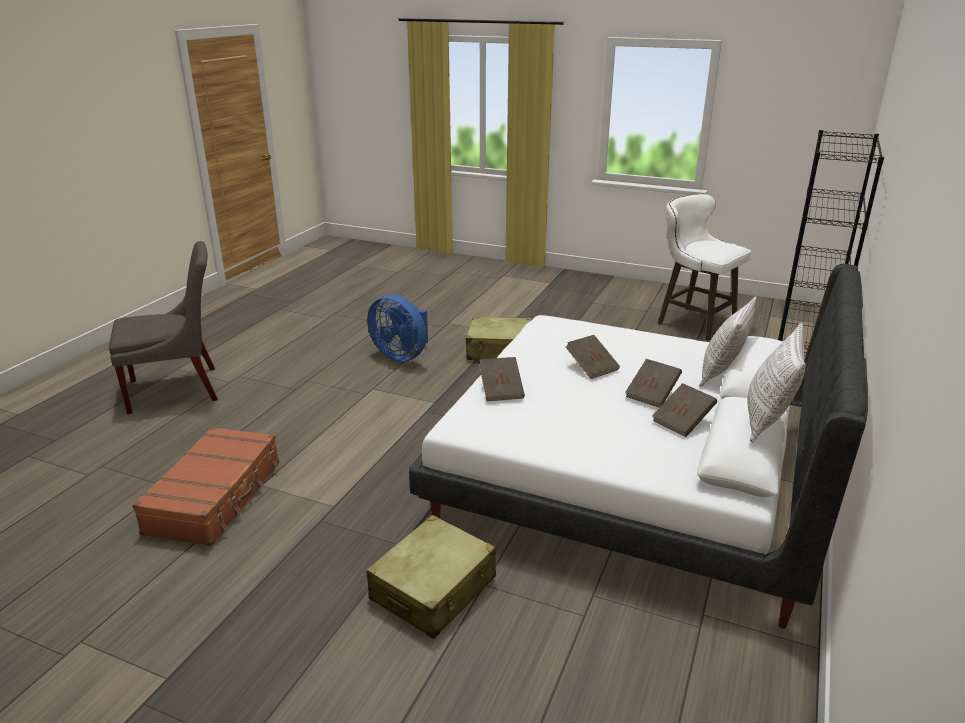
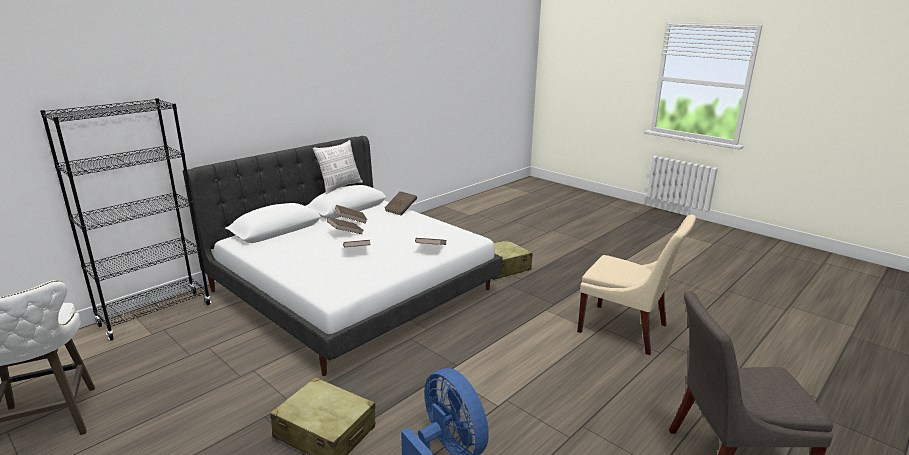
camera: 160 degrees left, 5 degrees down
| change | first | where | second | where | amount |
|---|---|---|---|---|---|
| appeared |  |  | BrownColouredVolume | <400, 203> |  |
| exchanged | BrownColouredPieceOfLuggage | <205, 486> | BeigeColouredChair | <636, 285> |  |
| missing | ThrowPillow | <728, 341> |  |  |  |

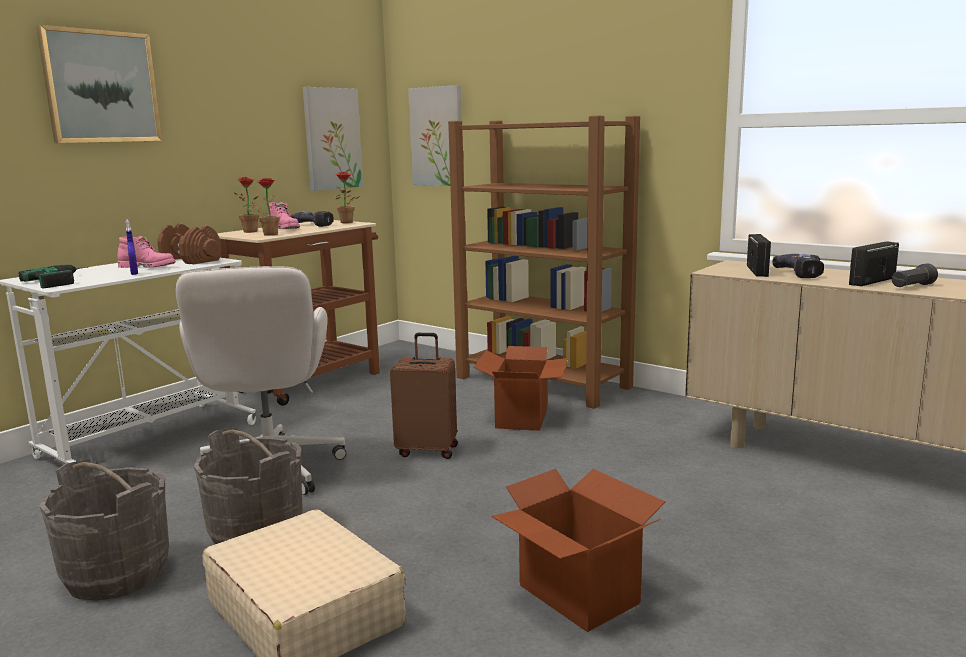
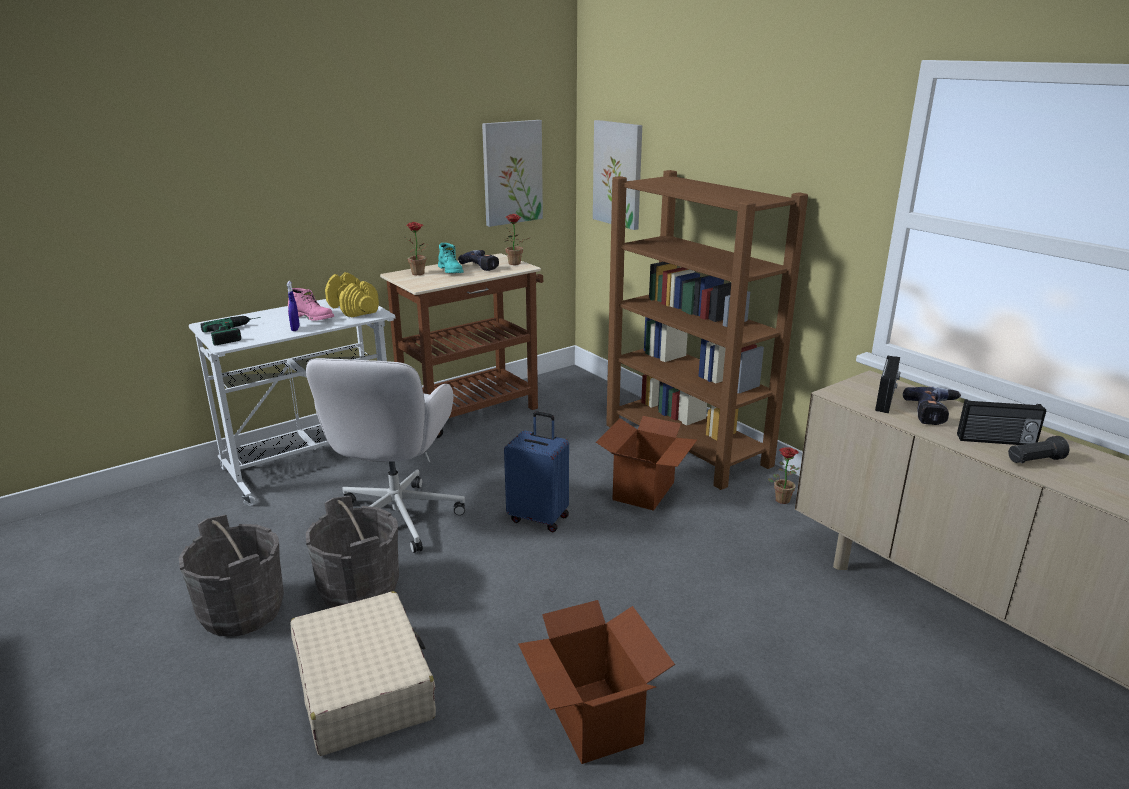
camera: 15 degrees right, 10 degrees up
| change | first | where | second | where | amount |
|---|---|---|---|---|---|
| colour | BrownColouredFreeWeight | <189, 244> | YellowColouredFreeWeight | <352, 295> |  |
| colour | PinkishTallBoot | <284, 215> | TurquoiseColouredTallBoot | <450, 258> |  |
| colour | BrownColouredPieceOfLuggage | <424, 396> | BlueColouredPieceOfLuggage | <536, 471> |  |
| relocated | Houseplant | <264, 207> |  | <784, 475> |  |
| spun | RadioReceiver | <874, 263> |  | <1001, 422> | 150 degrees counterclockwise |
| missing | WallArt | <99, 84> |  |  |  |

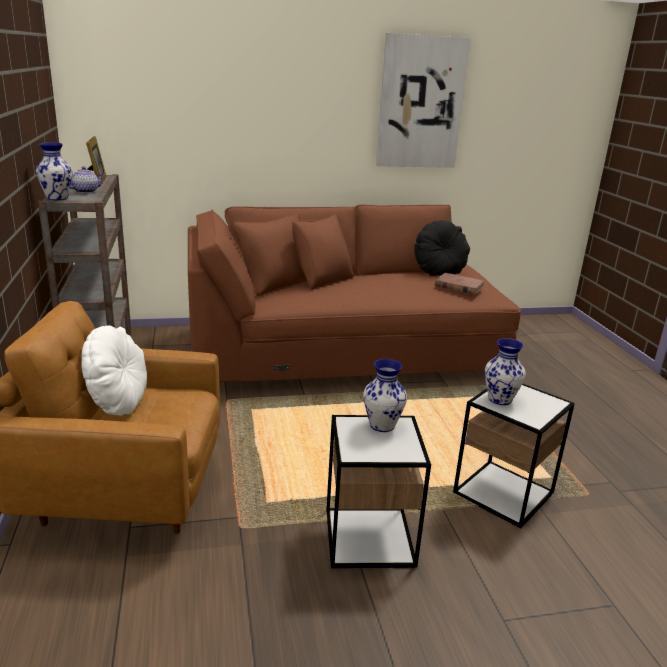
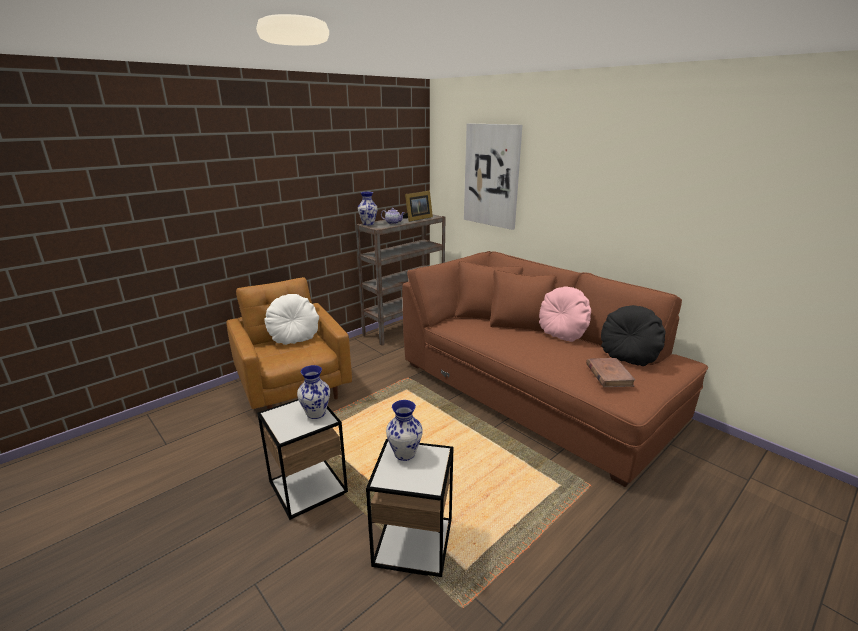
camera: 60 degrees right, 0 degrees up
| change | first | where | second | where | amount |
|---|---|---|---|---|---|
| relocated | WallArt | <423, 100> |  | <493, 176> |  |
| appeared |  |  | PinkishThrowPillow | <565, 314> |  |

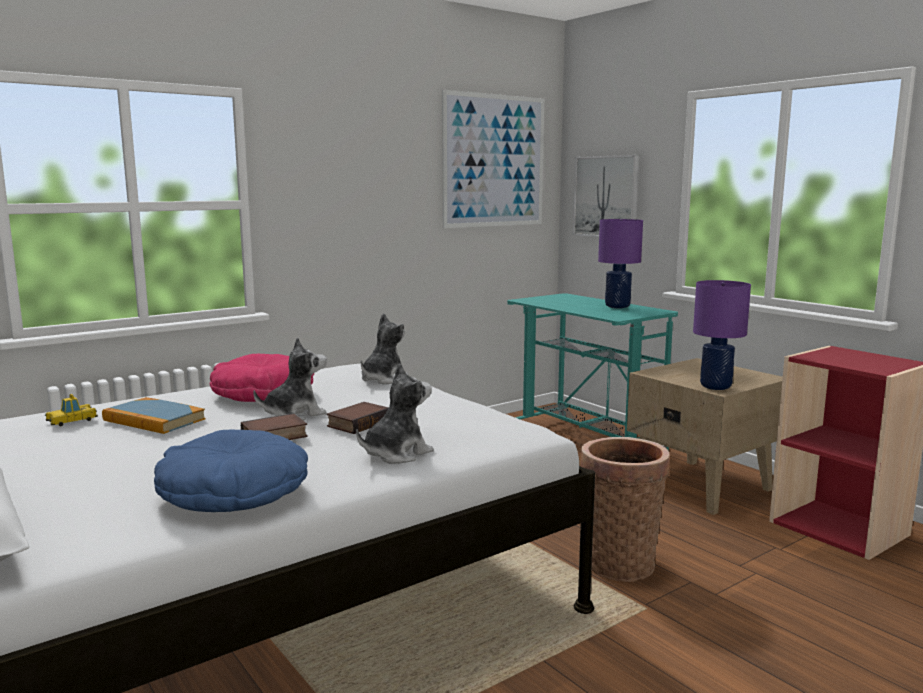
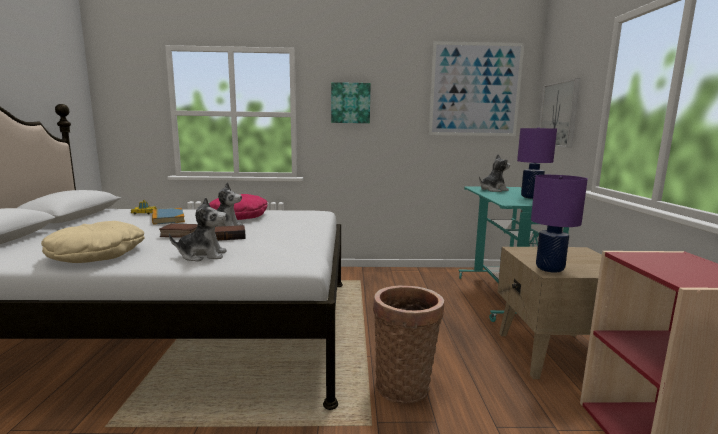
camera: 35 degrees right, 0 degrees up
| change | first | where | second | where | amount |
|---|---|---|---|---|---|
| colour | BlueColouredThrowPillow | <231, 471> | BeigeColouredThrowPillow | <93, 242> |  |
| appeared |  |  | WallArt | <351, 102> |  |
| relocated | SoftToy | <385, 348> |  | <494, 173> |  |

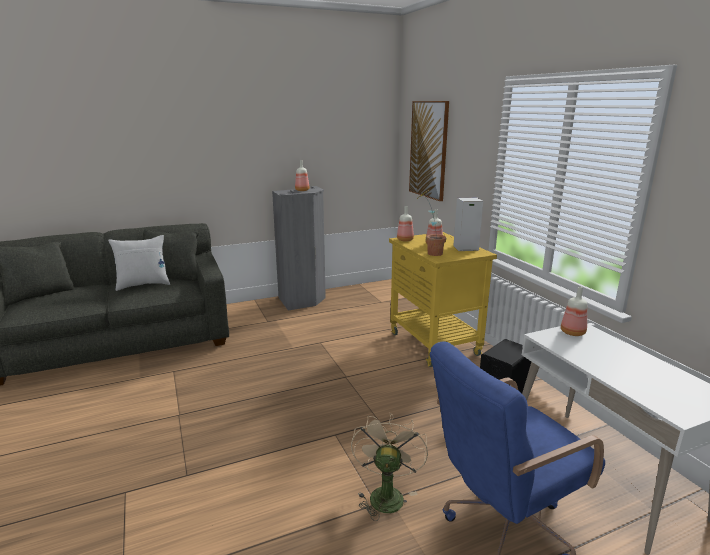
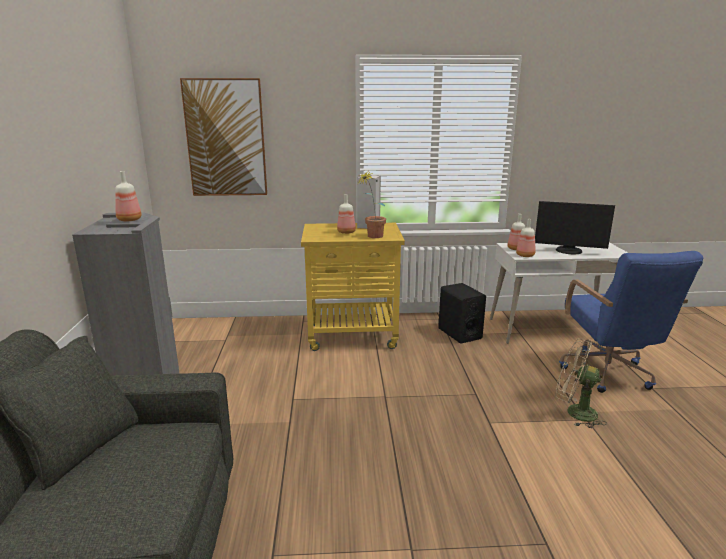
camera: 70 degrees left, 0 degrees up
| change | first | where | second | where | amount |
|---|---|---|---|---|---|
| relocated | BeverageBottle | <405, 224> |  | <525, 238> |  |
| appeared |  |  | Monitor | <575, 227> |  |
| missing | GreyThrowPillow | <139, 263> |  |  |  |

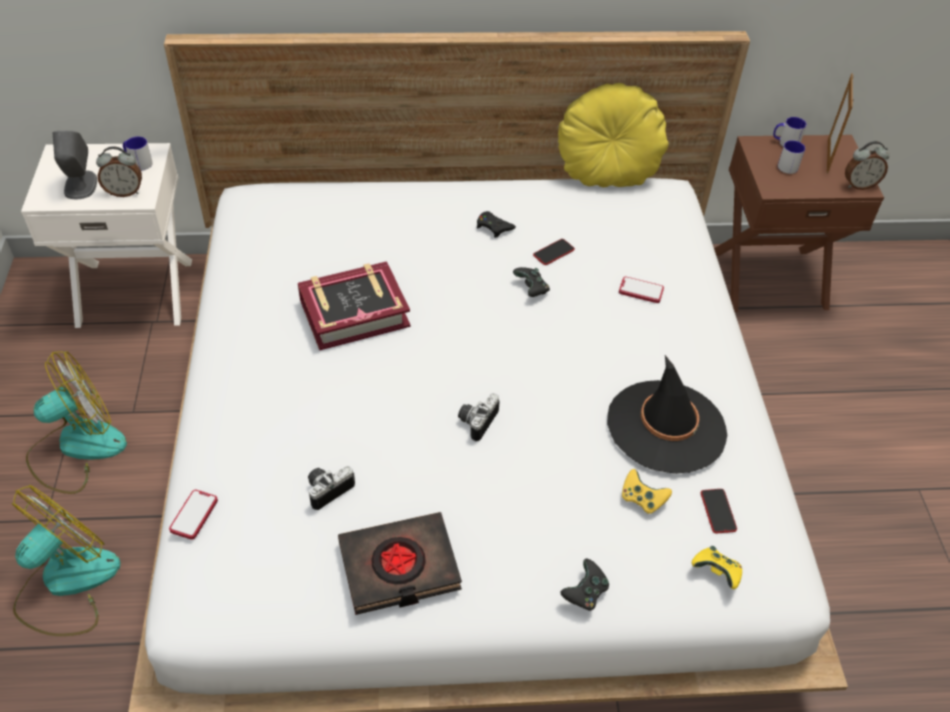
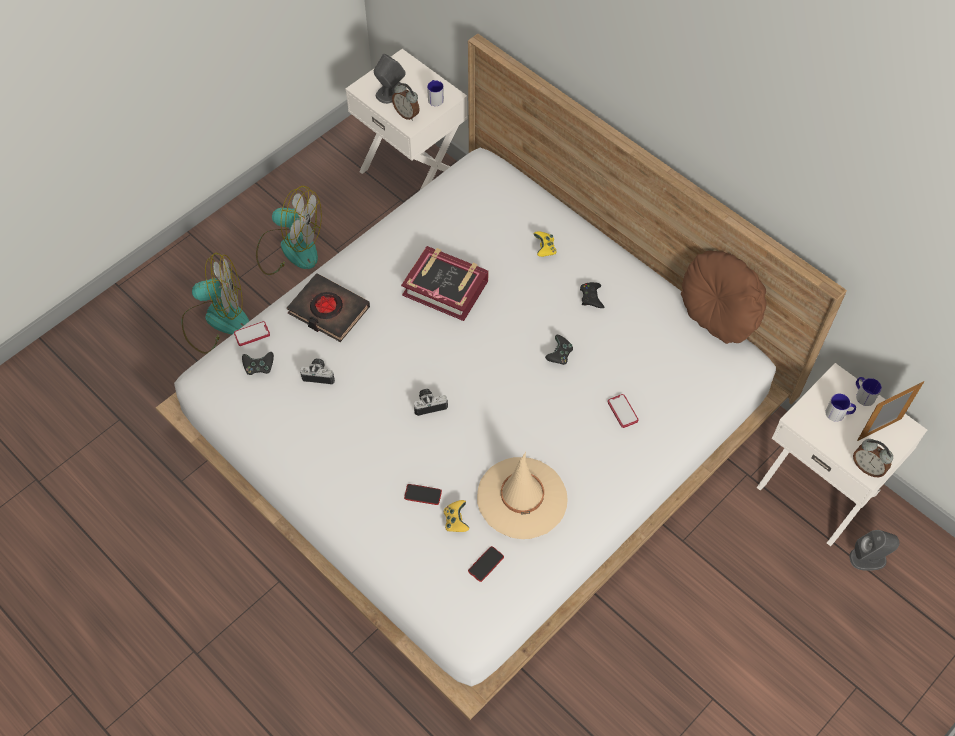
camera: 50 degrees right, 10 degrees up
| change | first | where | second | where | amount |
|---|---|---|---|---|---|
| relocated | BlackGamepad | <584, 585> |  | <258, 363> |  |
| relocated | BlackVolume | <400, 563> |  | <328, 307> |  |
| relocated | Phone | <554, 252> |  | <423, 494> |  |
| colour | BlackWearableHat | <667, 414> | BeigeColouredWearableHat | <522, 495> |  |
| relocated | YellowColouredGamepad | <717, 567> |  | <545, 244> |  |
| colour | YellowColouredThrowPillow | <613, 135> | BrownColouredThrowPillow | <724, 297> |  |
| colour | BrownColouredNightTable | <799, 223> | WhiteColouredNightTable | <842, 454> |  |
| appeared |  |  | GreySpeaker | <874, 550> |  |

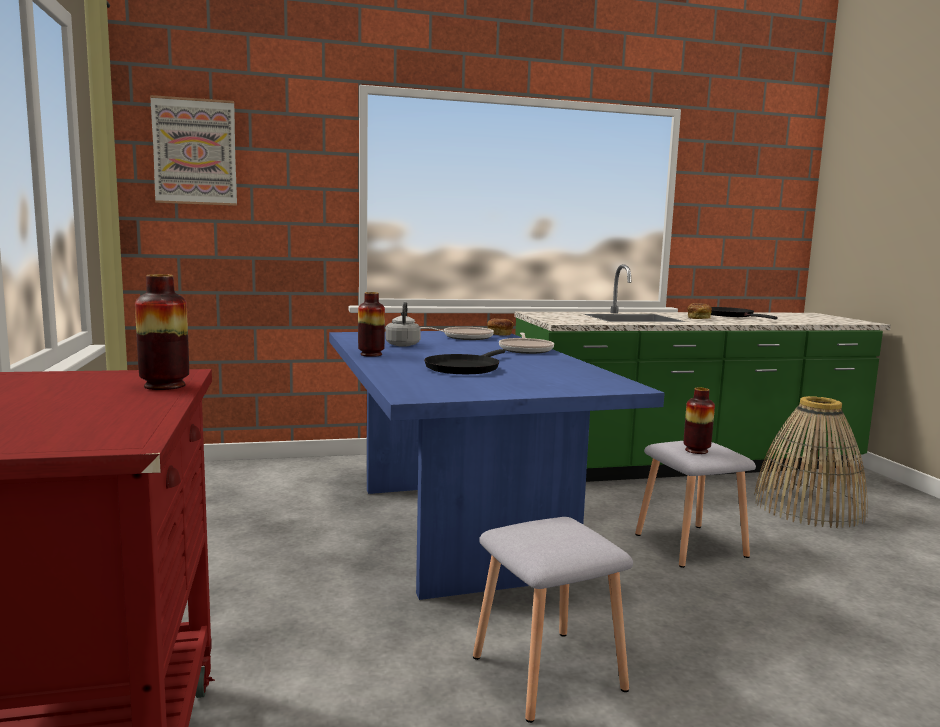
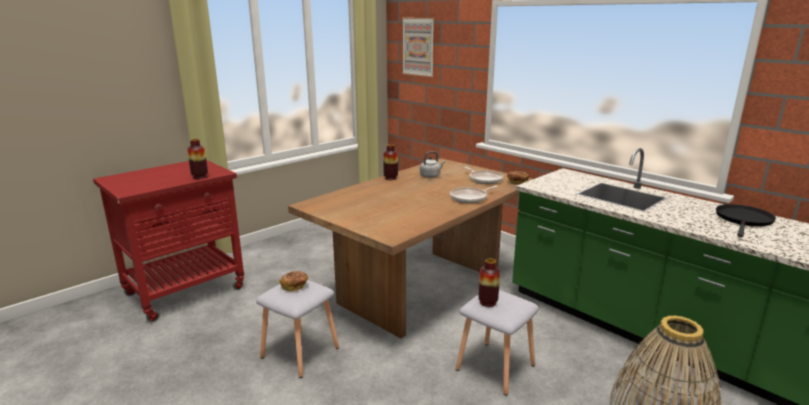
camera: 60 degrees right, 10 degrees up
| change | first | where | second | where | amount |
|---|---|---|---|---|---|
| relocated | BakedBread | <699, 311> |  | <293, 281> |  |
| colour | BlueColouredDinnerTable | <497, 465> | BrownColouredDinnerTable | <410, 248> |  |
| missing | BlackSkillet | <464, 361> |  |  |  |

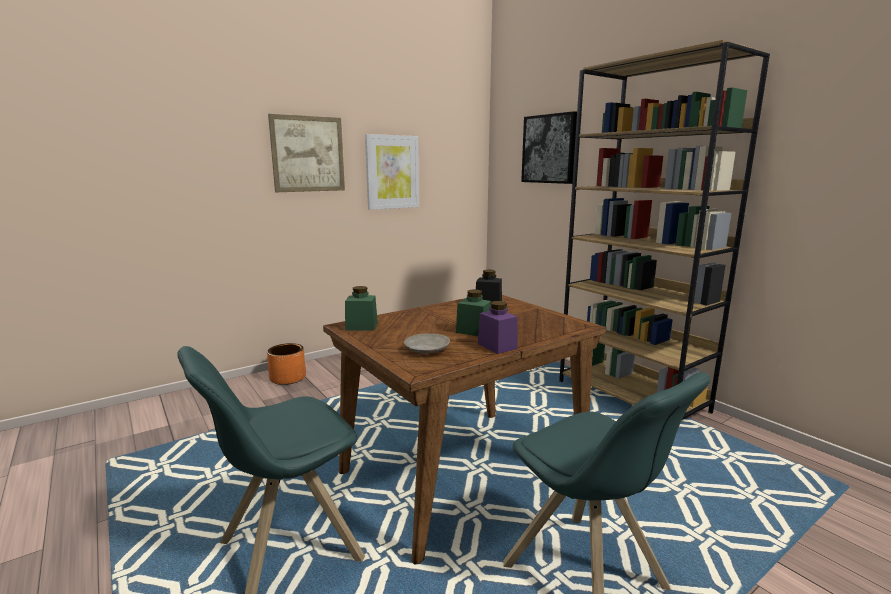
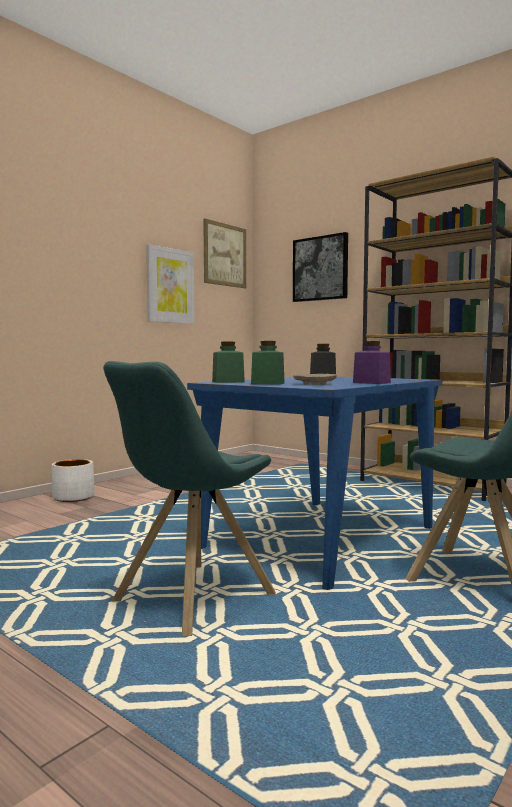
camera: 15 degrees left, 10 degrees down
| change | first | where | second | where | amount |
|---|---|---|---|---|---|
| colour | OrangePlantPot | <286, 364> | WhiteColouredPlantPot | <72, 480> |  |
| colour | BrownColouredDinnerTable | <464, 430> | BlueColouredDinnerTable | <314, 483> |  |
| relocated | WallArt | <306, 153> |  | <224, 253> |  |
| relocated | GreenJar | <473, 313> |  | <268, 363> |  |

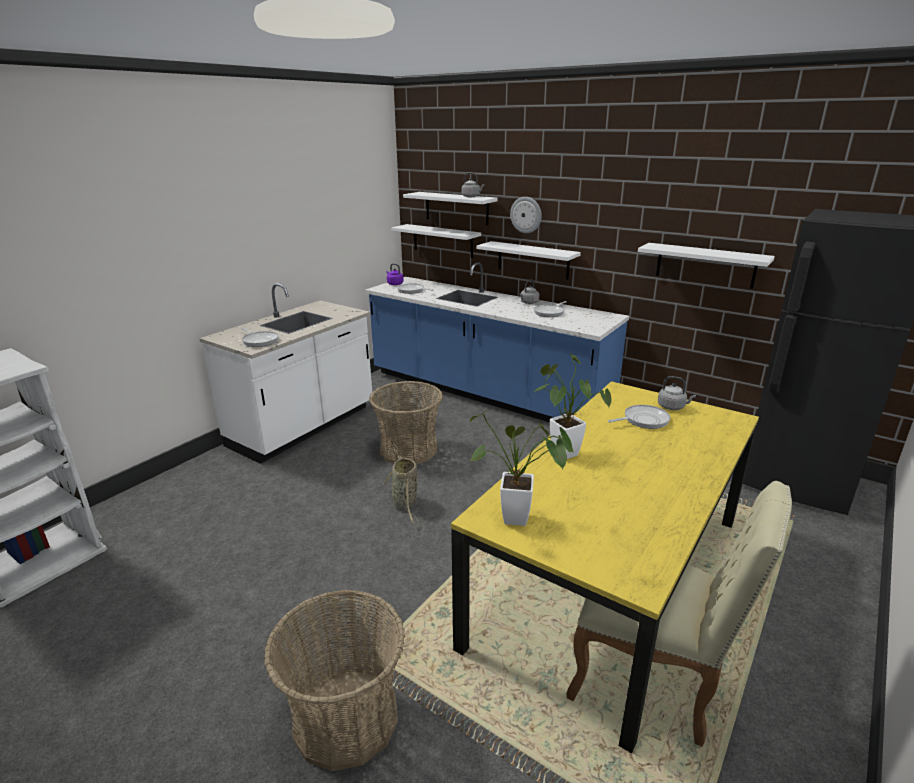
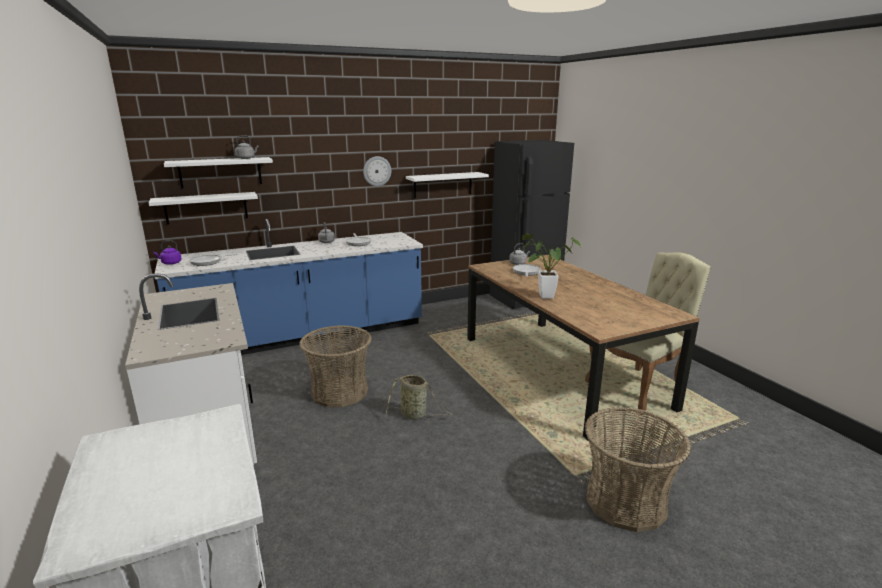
camera: 60 degrees left, 5 degrees down
| change | first | where | second | where | amount |
|---|---|---|---|---|---|
| relocated | ClockOnTheWall | <526, 215> |  | <377, 171> |  |
| colour | YellowColouredDinnerTable | <605, 567> | BrownColouredDinnerTable | <583, 348> |  |
| missing | Skillet | <259, 337> |  |  |  |
| missing | Houseplant | <522, 468> |  |  |  |
| missing | WhiteColouredShelf | <529, 260> |  |  |  |

